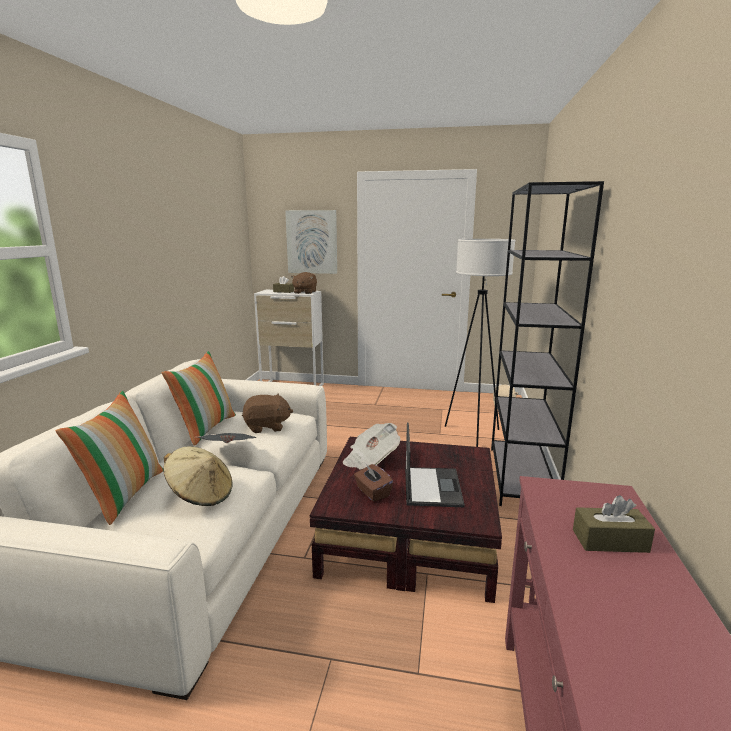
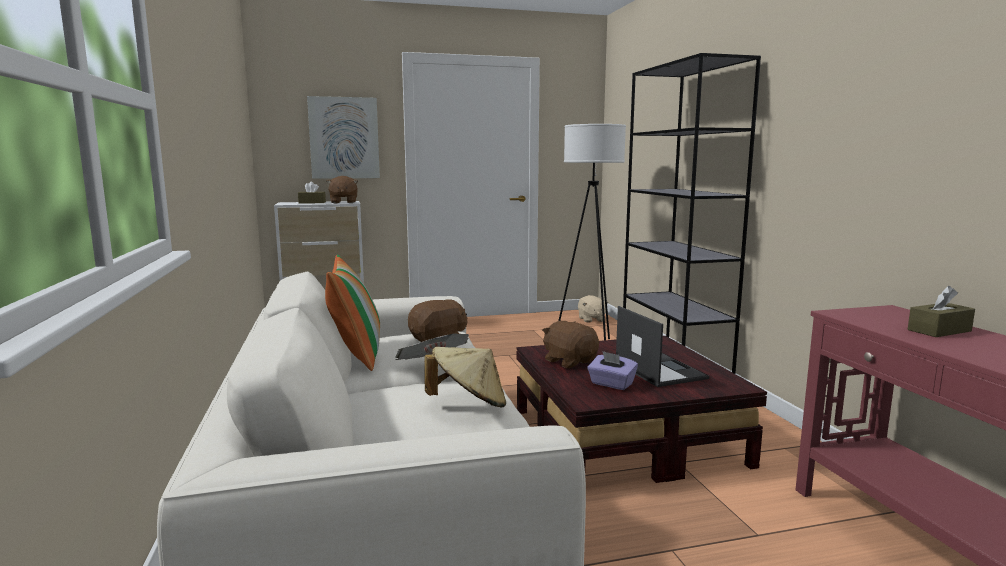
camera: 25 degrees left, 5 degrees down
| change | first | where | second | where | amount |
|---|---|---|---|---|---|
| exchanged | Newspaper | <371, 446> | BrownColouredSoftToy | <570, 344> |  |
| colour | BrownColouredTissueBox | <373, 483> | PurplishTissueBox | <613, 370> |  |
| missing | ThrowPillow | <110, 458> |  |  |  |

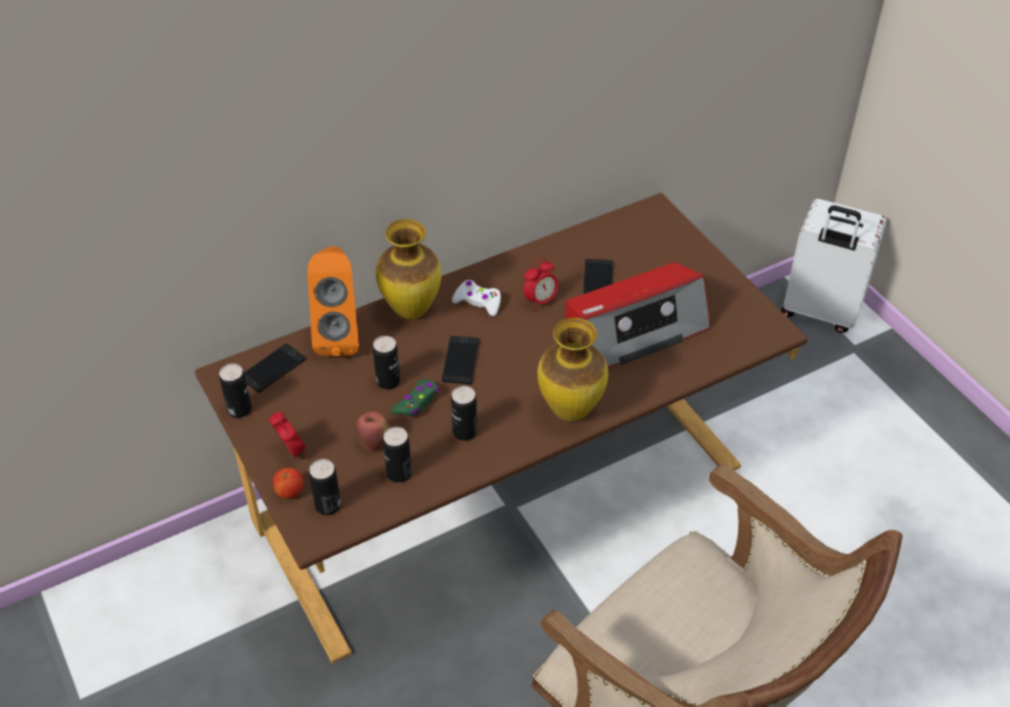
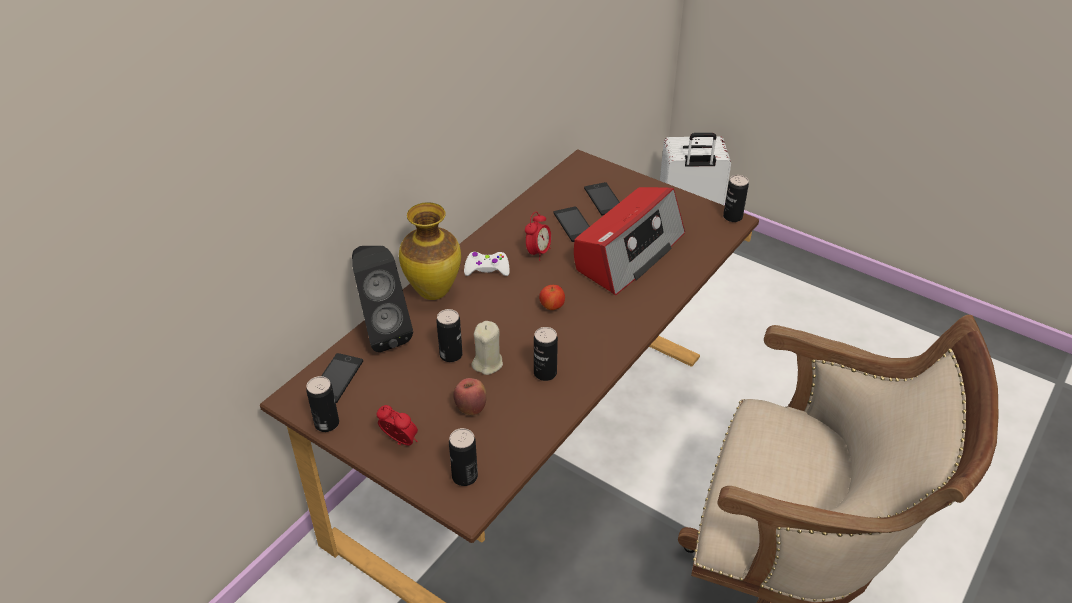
camera: 25 degrees left, 5 degrees down
| change | first | where | second | where | amount |
|---|---|---|---|---|---|
| colour | OrangeSpeaker | <333, 301> | BlackSpeaker | <382, 299> |  |
| exchanged | GreenGamepad | <415, 397> | BeigeColouredWaxLight | <487, 348> |  |
| relocated | AppleFruit | <288, 483> |  | <552, 297> |  |
| relocated | Phone | <461, 360> |  | <602, 199> |  |
| relocated | SealedCan | <397, 455> |  | <736, 198> |  |
| missing | DecorativeVase | <573, 369> |  |  |  |

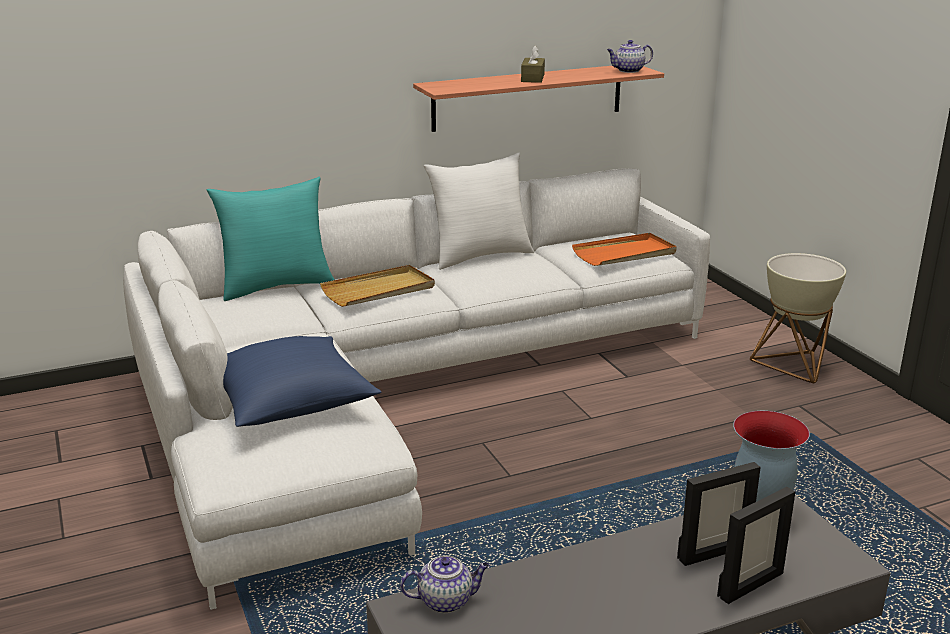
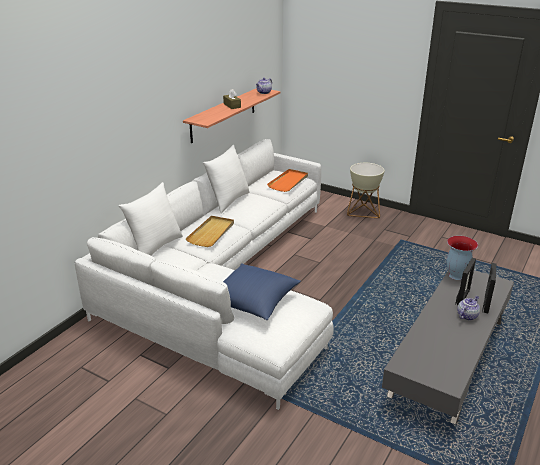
camera: 35 degrees left, 5 degrees up
| change | first | where | second | where | amount |
|---|---|---|---|---|---|
| colour | TurquoiseColouredThrowPillow | <271, 239> | WhiteColouredThrowPillow | <151, 218> |  |
| relocated | Teapot | <445, 584> |  | <468, 308> |  |

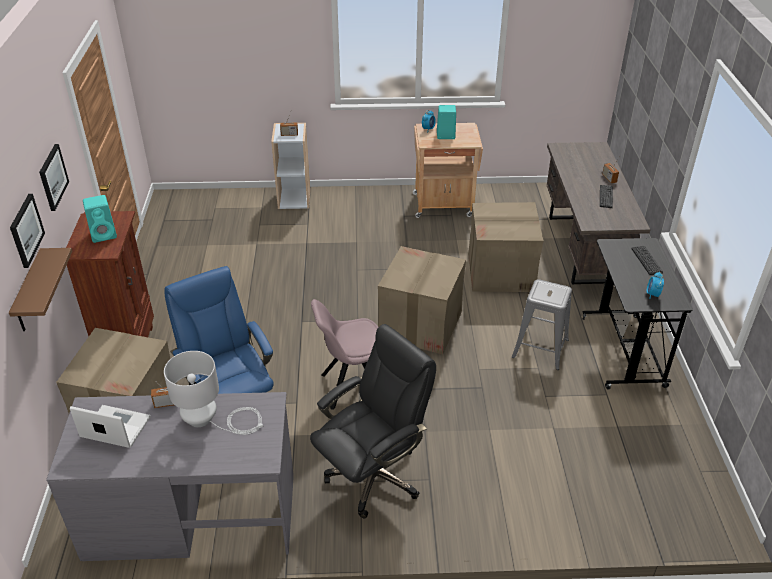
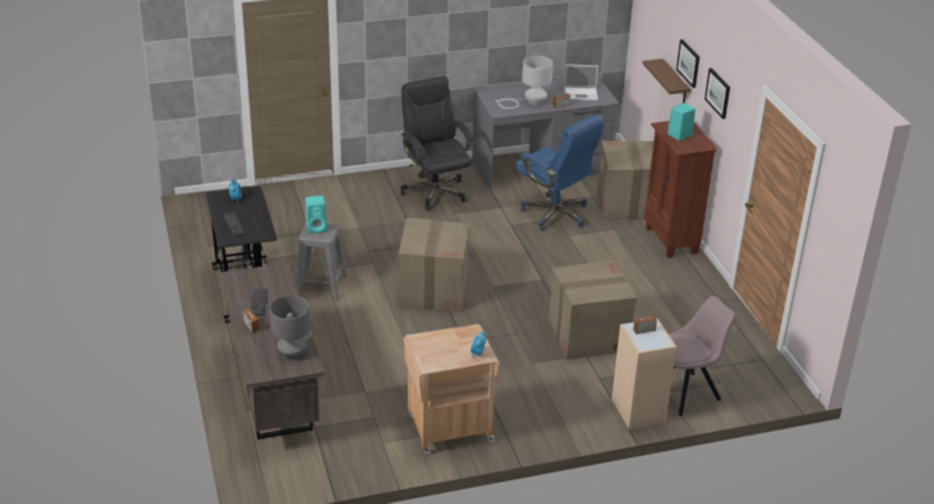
camera: 165 degrees right, 5 degrees down
| change | first | where | second | where | amount |
|---|---|---|---|---|---|
| appeared |  |  | GreyTableLamp | <290, 327> |  |
| relocated | TurquoiseColouredSpeaker | <446, 122> |  | <316, 215> |  |
| spun | BlackOfficeChair | <373, 421> |  | <437, 143> | 120 degrees clockwise |
| relocated | PackingBox | <505, 247> |  | <592, 310> |  |
| relocated | PinkishChair | <344, 354> |  | <702, 356> |  |

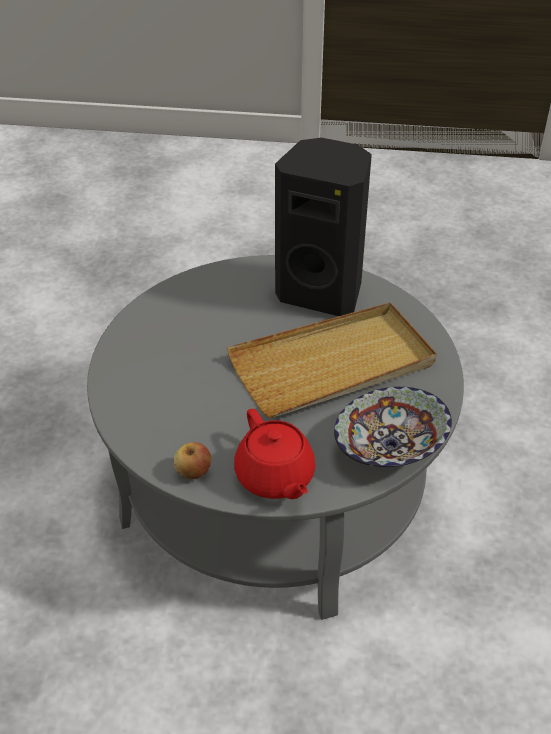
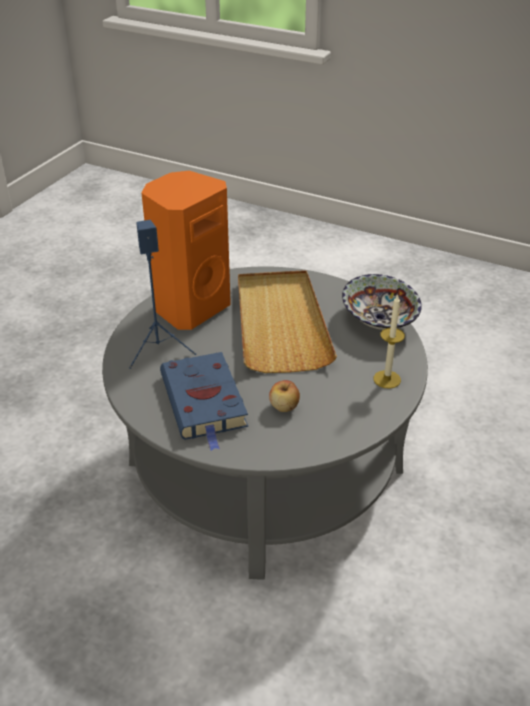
camera: 70 degrees left, 5 degrees down
| change | first | where | second | where | amount |
|---|---|---|---|---|---|
| appeared |  |  | BlueColouredSpeaker | <162, 294> |  |
| colour | BlackSpeaker | <323, 227> | OrangeSpeaker | <186, 250> |  |
| appeared |  |  | BlueColouredVolume | <204, 401> |  |
| relocated | AppleFruit | <192, 460> |  | <284, 396> |  |
| exchanged | RedTeapot | <274, 454> | WaxLight | <389, 341> |  |

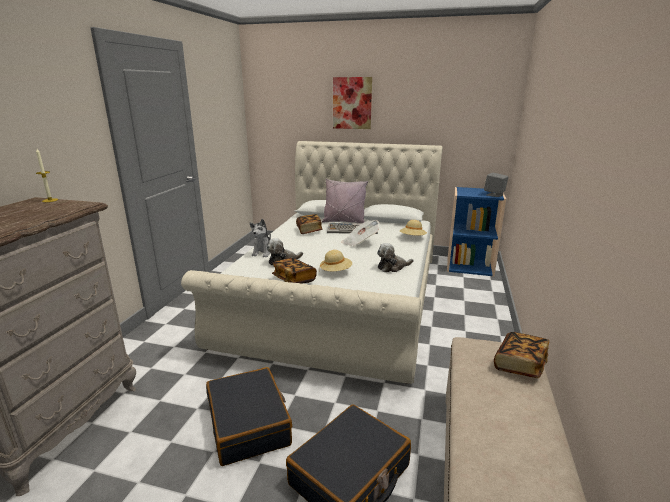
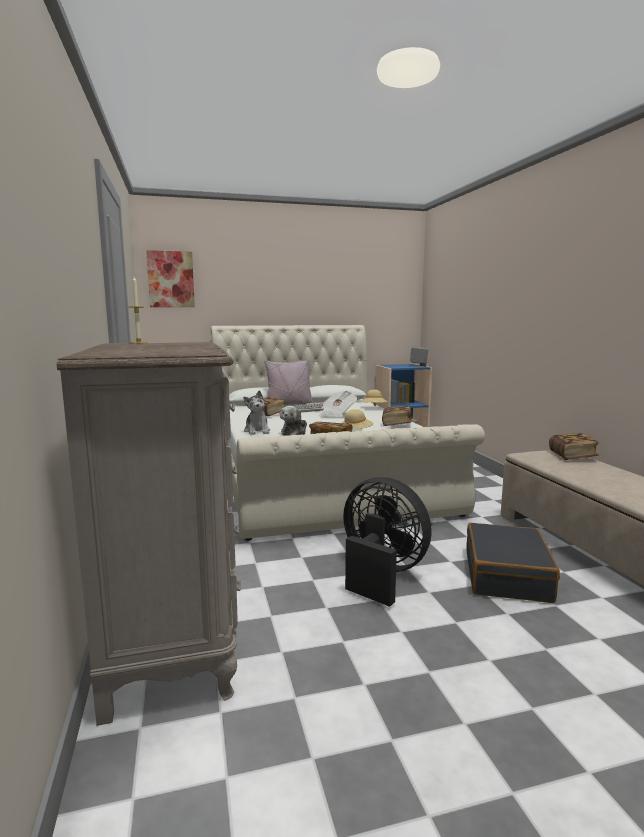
camera: 30 degrees left, 10 degrees down
| change | first | where | second | where | amount |
|---|---|---|---|---|---|
| relocated | WallArt | <352, 103> |  | <170, 278> |  |
| exchanged | BlackPieceOfLuggage | <249, 416> | BlackFan | <387, 542> |  |
| exchanged | SoftToy | <395, 257> | Volume | <397, 416> |  |

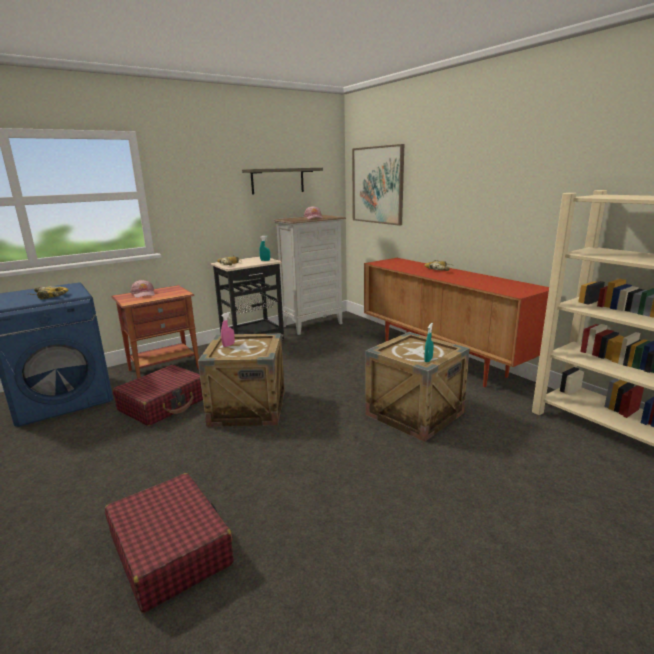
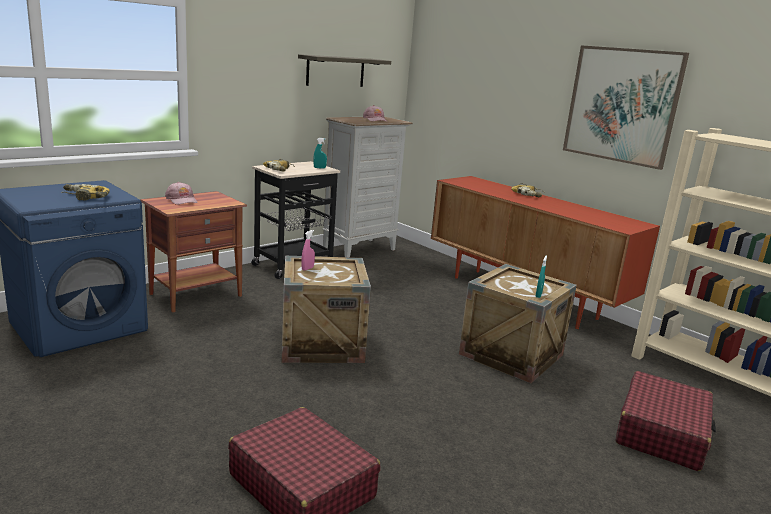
camera: 10 degrees left, 0 degrees up
| change | first | where | second | where | amount |
|---|---|---|---|---|---|
| relocated | WallArt | <378, 185> |  | <626, 107> |  |
| relocated | RedPieceOfLuggage | <158, 395> |  | <665, 421> |  |

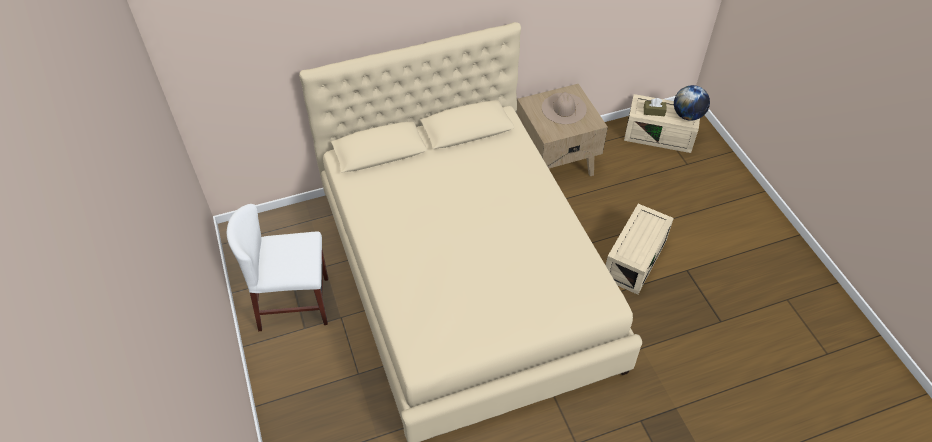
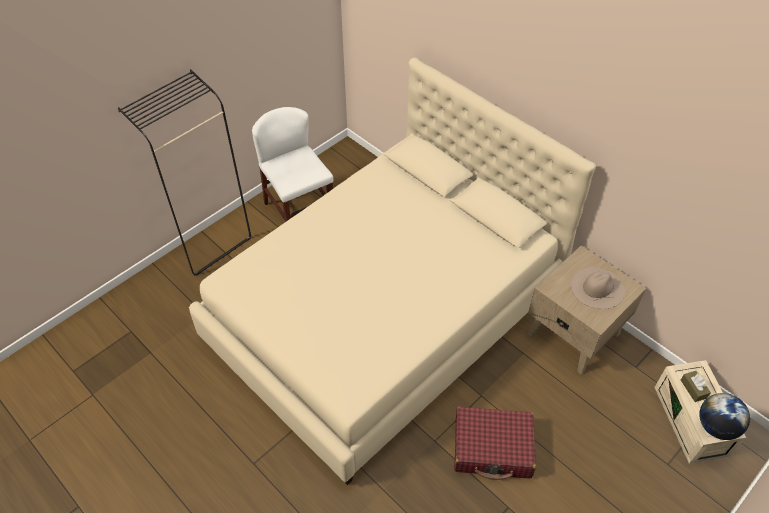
camera: 65 degrees right, 0 degrees up
| change | first | where | second | where | amount |
|---|---|---|---|---|---|
| appeared |  |  | BlackClothesRack | <184, 172> |  |
| exchanged | BeigeColouredStorageBox | <640, 249> | RedPieceOfLuggage | <495, 443> |  |

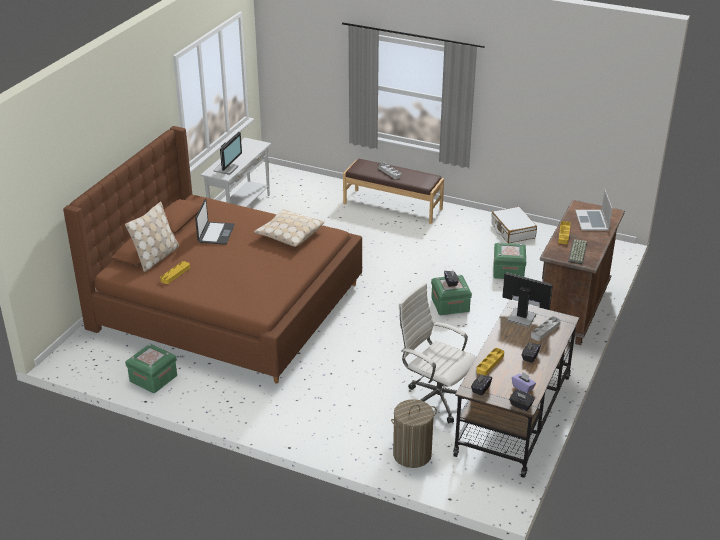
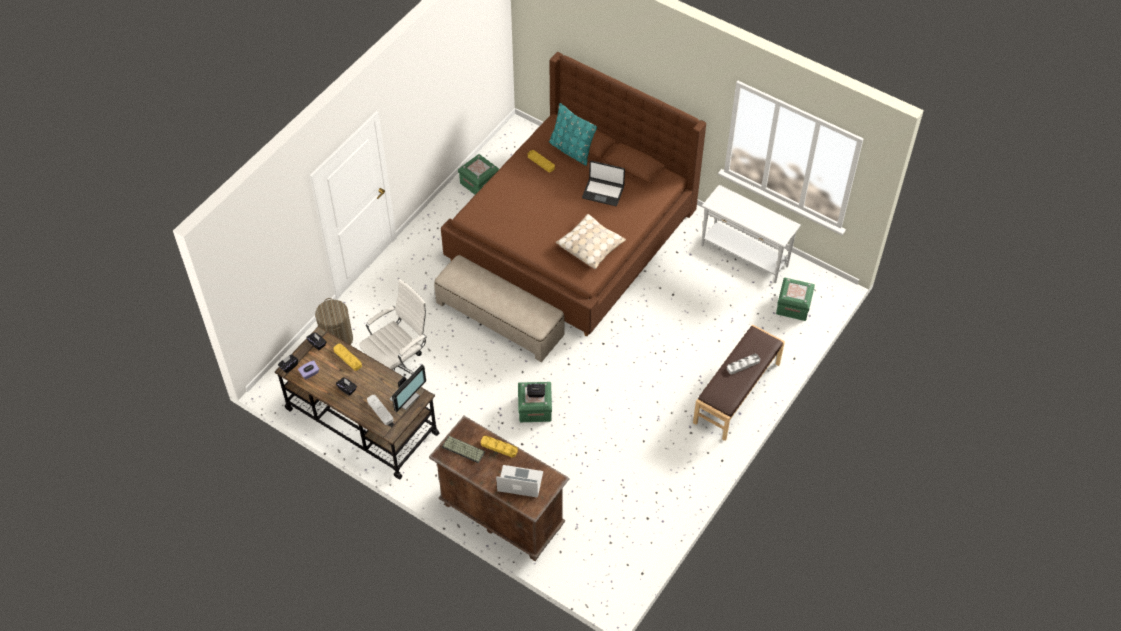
camera: 100 degrees right, 20 degrees up
| change | first | where | second | where | amount |
|---|---|---|---|---|---|
| appeared |  |  | BeigeColouredIndoorBench | <499, 308> |  |
| colour | BeigeColouredThrowPillow | <152, 236> | TurquoiseColouredThrowPillow | <573, 134> |  |
| relocated | GreenStorageBox | <509, 261> |  | <795, 299> |  |
| missing | Monitor | <227, 153> |  |  |  |
| missing | WhiteColouredPieceOfLuggage | <514, 225> |  |  |  |

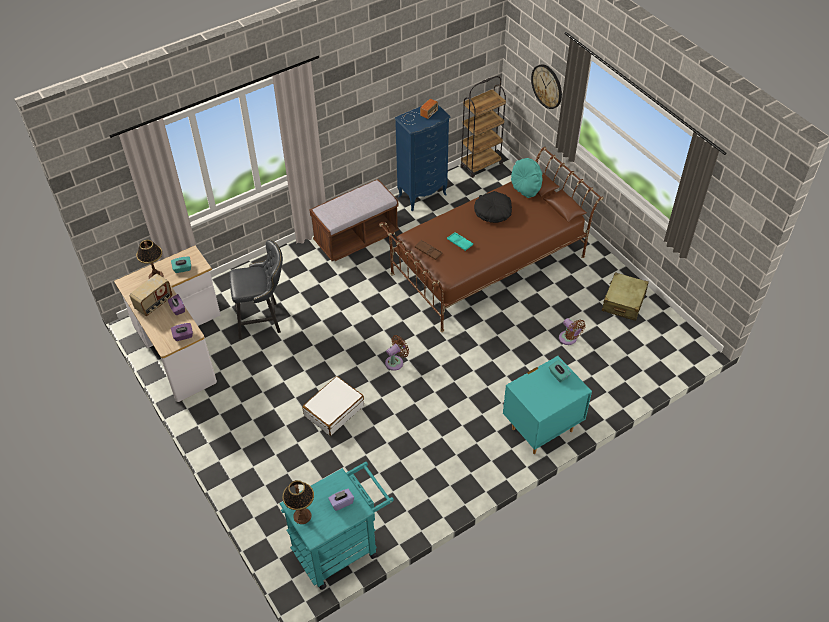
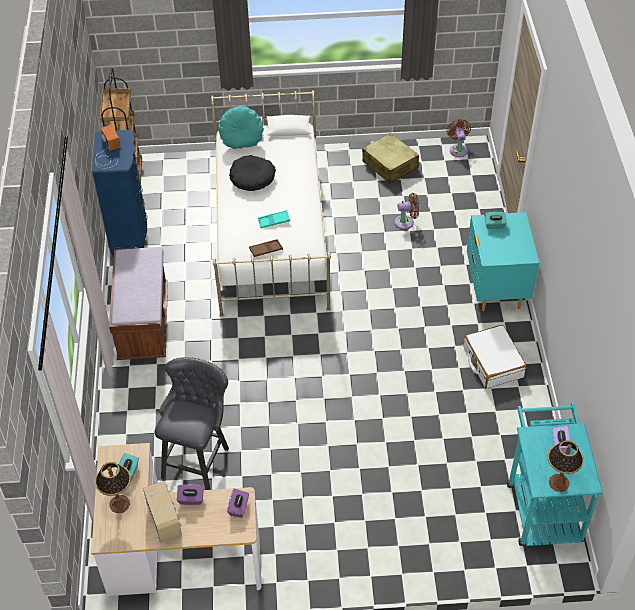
camera: 60 degrees left, 0 degrees up
| change | first | where | second | where | amount |
|---|---|---|---|---|---|
| colour | BrownColouredBedroomBed | <491, 239> | WhiteColouredBedroomBed | <271, 203> |  |
| relocated | BrownColouredFan | <397, 353> |  | <458, 138> |  |
| relocated | WhiteColouredPieceOfLuggage | <333, 406> |  | <495, 357> |  |
| missing | ClockOnTheWall | <546, 86> |  |  |  |

